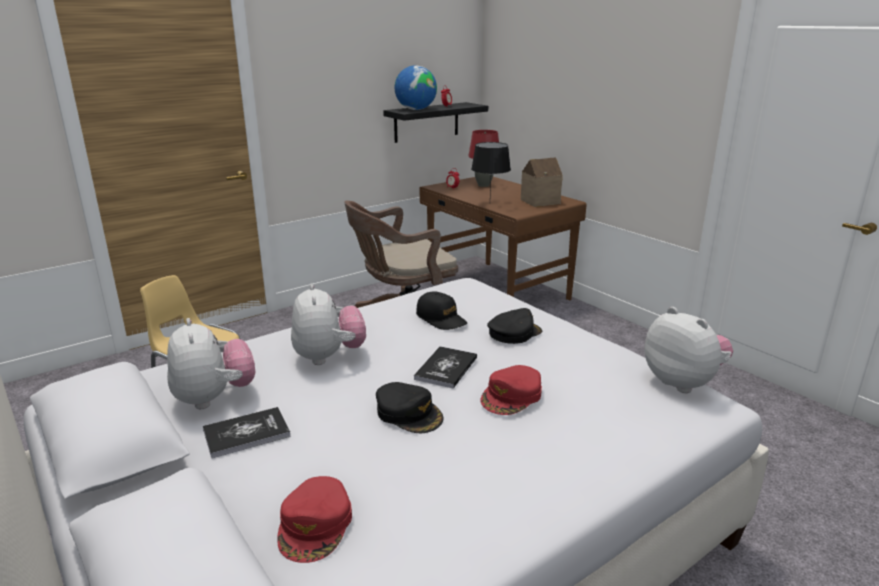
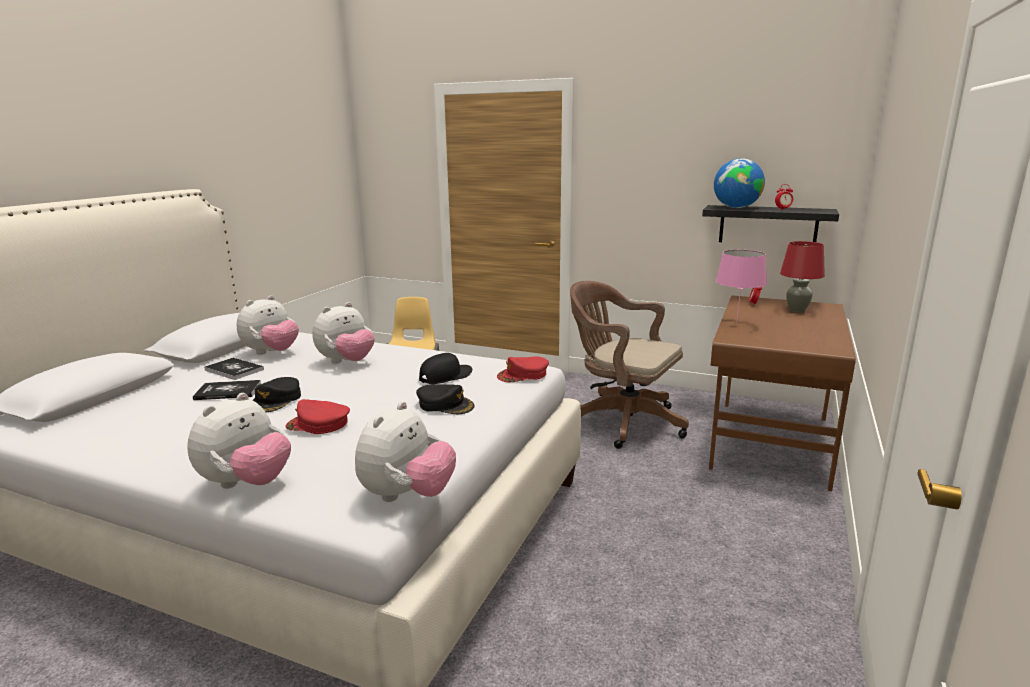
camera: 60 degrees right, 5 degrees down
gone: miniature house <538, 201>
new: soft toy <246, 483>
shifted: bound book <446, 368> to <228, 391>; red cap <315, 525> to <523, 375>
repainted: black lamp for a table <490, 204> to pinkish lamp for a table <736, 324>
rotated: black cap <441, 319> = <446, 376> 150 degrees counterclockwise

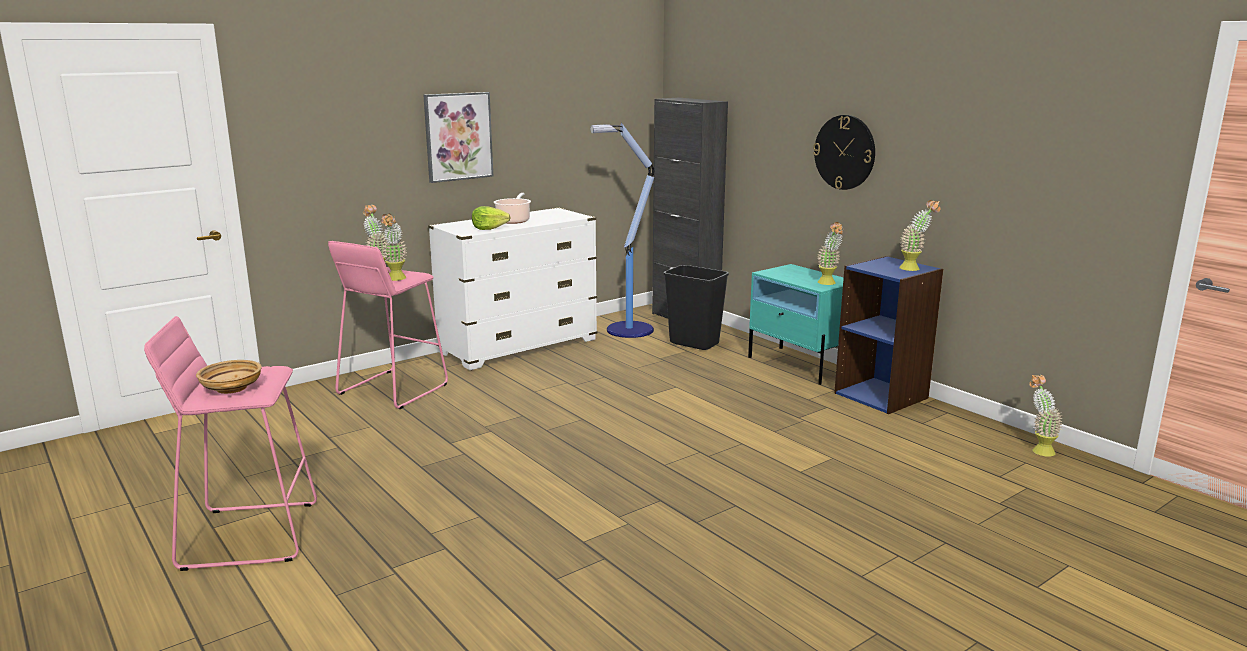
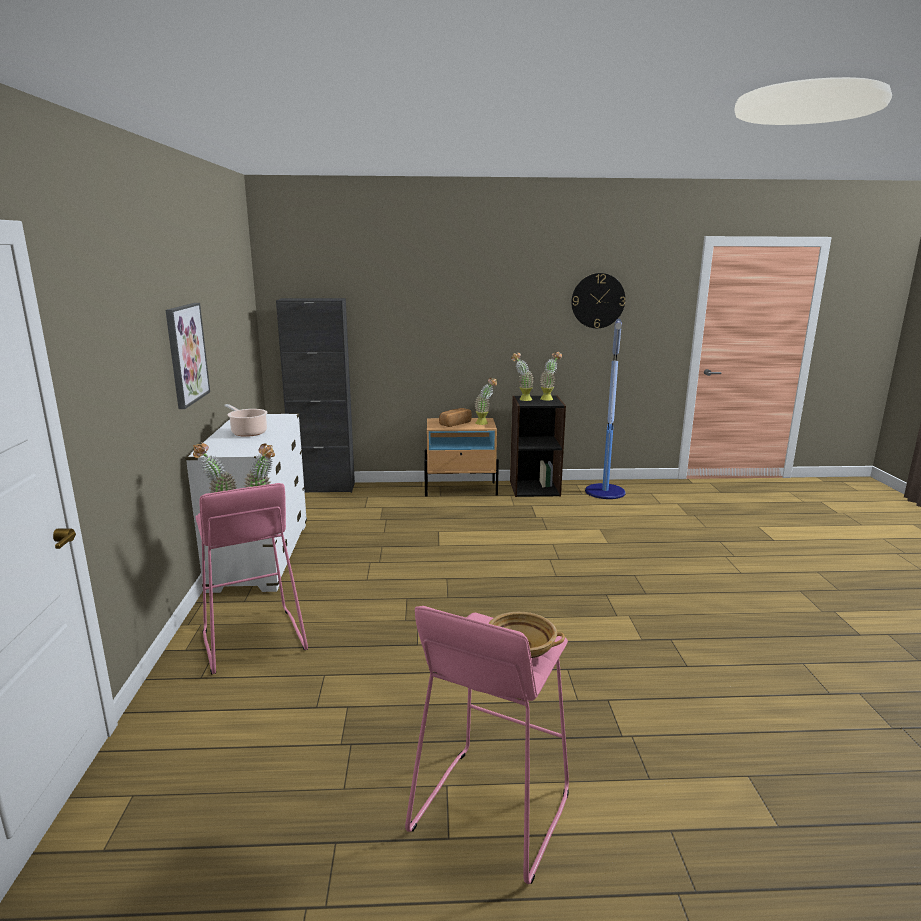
camera: 55 degrees left, 0 degrees up
gone: lettuce head <489, 228>; black waste bin <695, 343>
new: bakery bread <454, 424>
shifted: clock on the wall <844, 152> to <598, 300>; standard lamp <628, 330> to <605, 492>; potted plant <1038, 450> to <522, 399>
repainted: blue-coloured shelving unit <881, 395> to black shelving unit <534, 488>; turquoise-coloured nightstand <799, 365> to beige nightstand <461, 489>

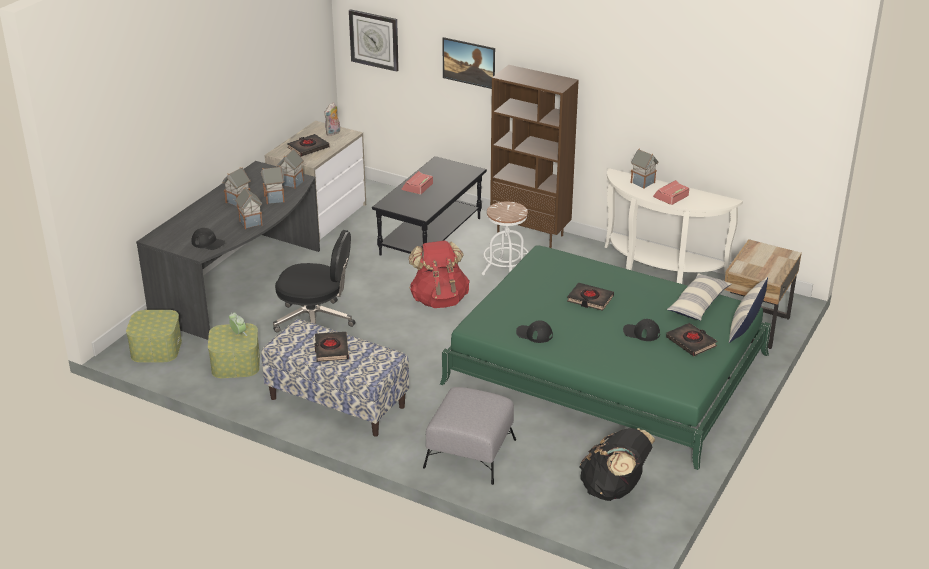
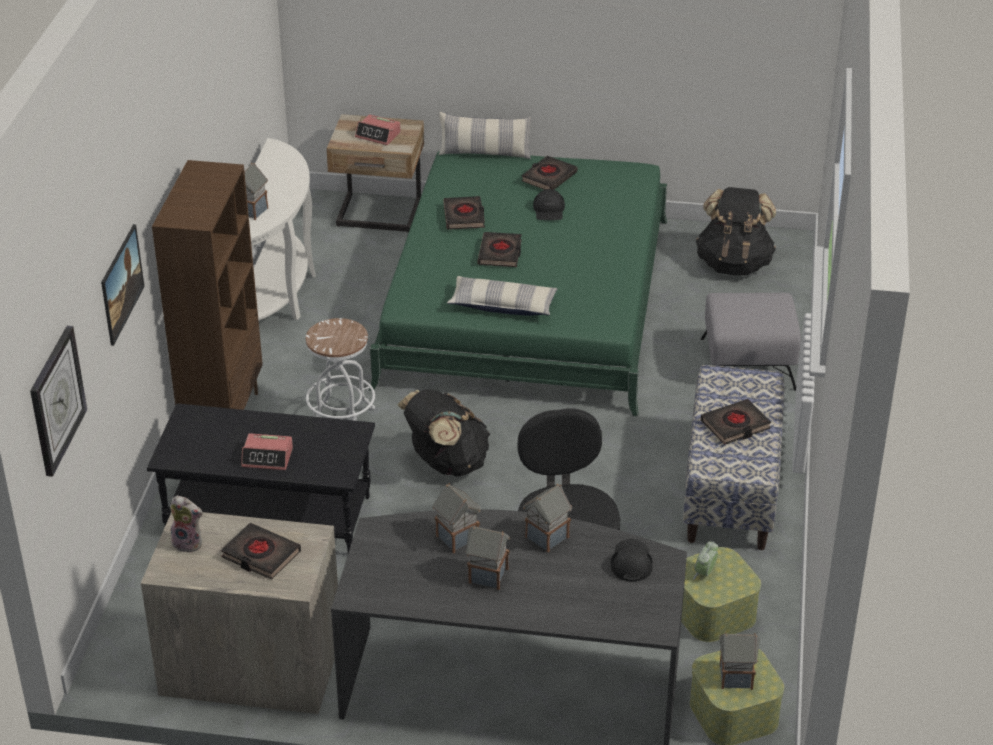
camera: 110 degrees left, 5 degrees up
gone: black cap <534, 334>
new: black bound book <464, 216>
shifted: miniature house <291, 183> to <734, 677>; table clock <670, 196> to <378, 135>; throw pillow <698, 304> to <502, 305>
repainted: red rucksack <439, 299> to black rucksack <446, 463>

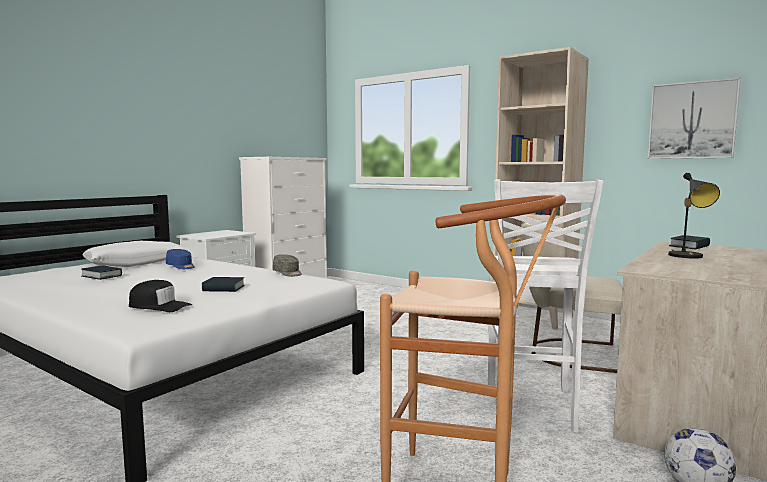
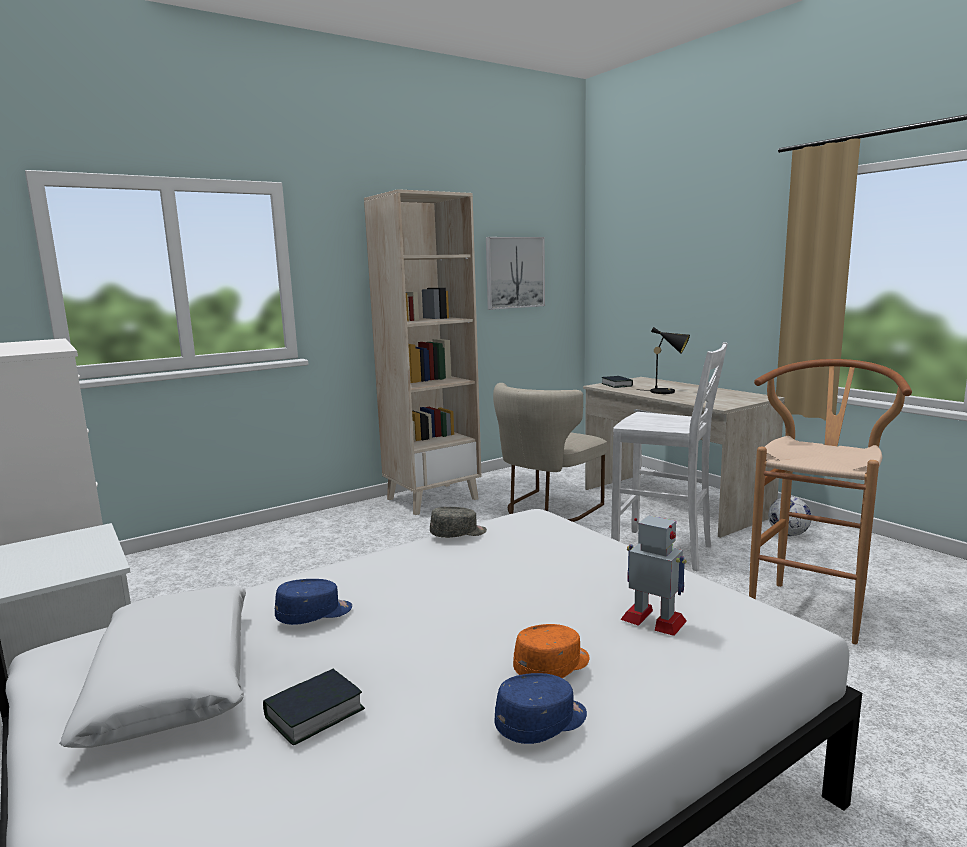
camera: 70 degrees left, 5 degrees up
gone: bound book <223, 288>
new: orangey cap <553, 667>; blue-coloured cap <542, 723>
swapped: black cap <159, 306> to robot figure <654, 620>

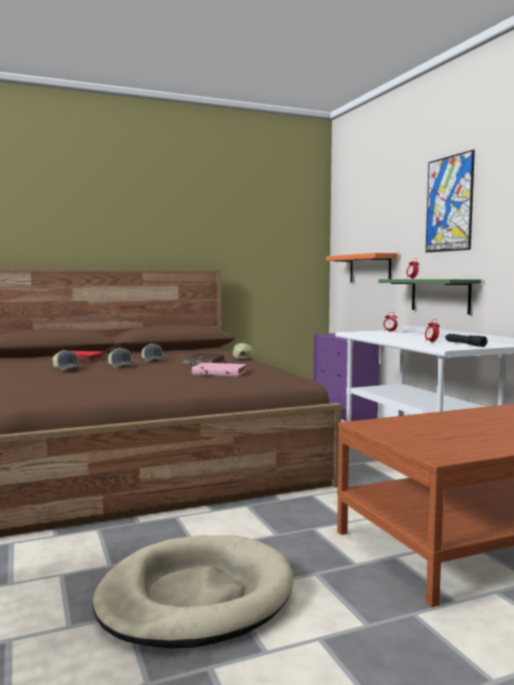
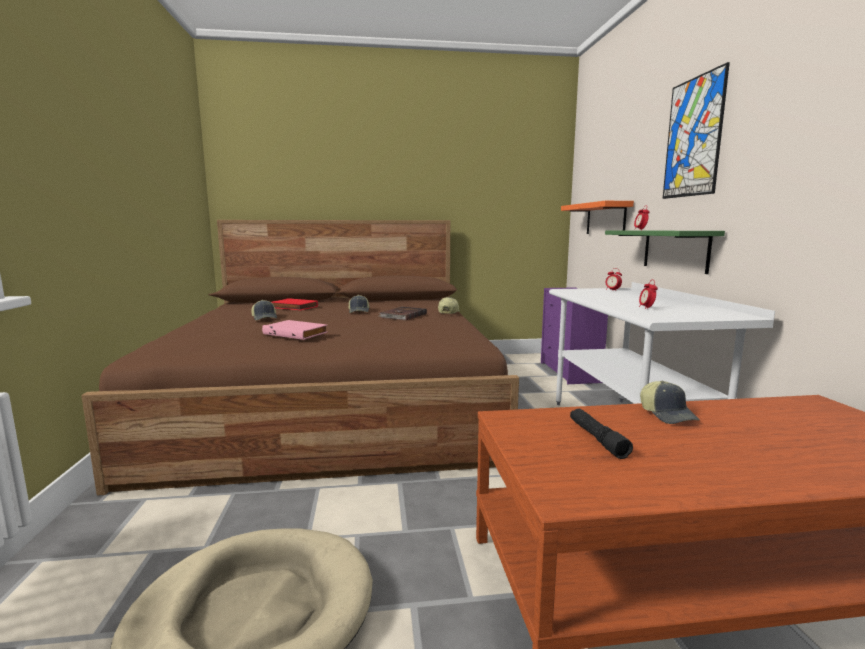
camera: 15 degrees right, 5 degrees up
shifted: black torch <465, 344> to <597, 439>; cap <121, 366> to <668, 414>; pinkish bound book <220, 372> to <296, 333>

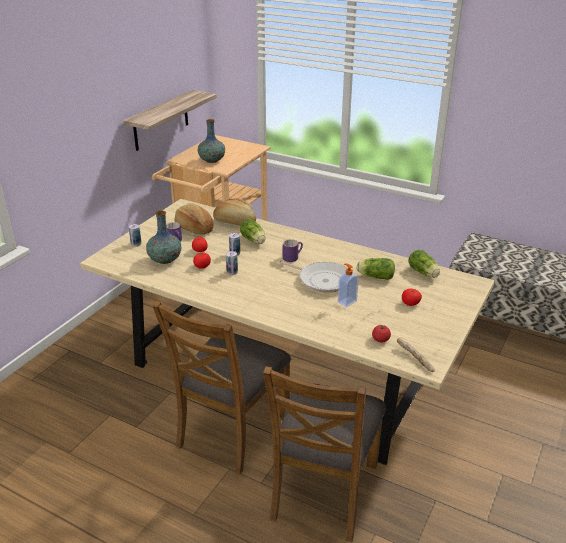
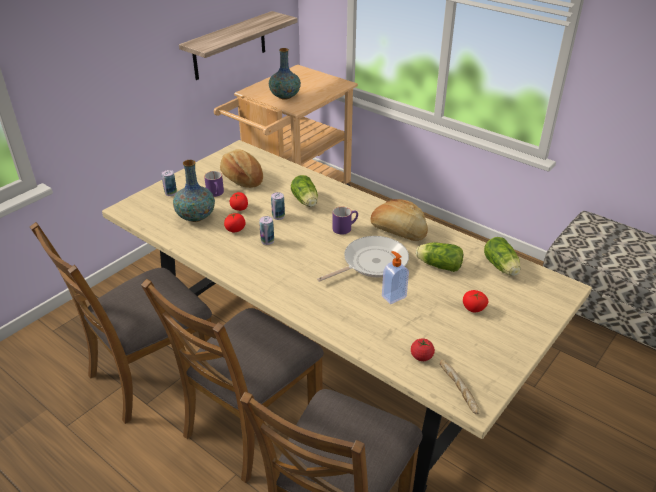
camera: 10 degrees right, 5 degrees up
new: brown-coloured upright chair <151, 373>
shifted: bakery bread <235, 222> to <398, 231>
rotated: pan <322, 280> = <371, 263> 75 degrees counterclockwise

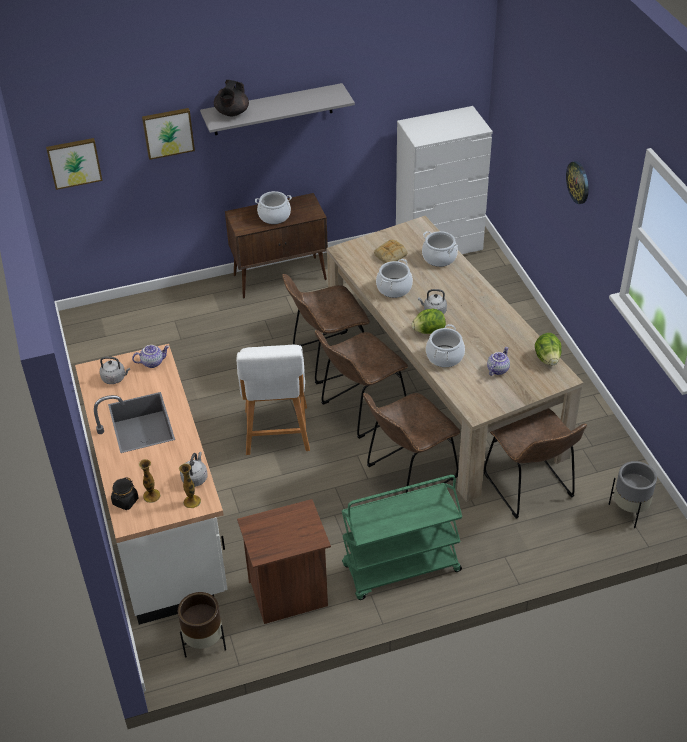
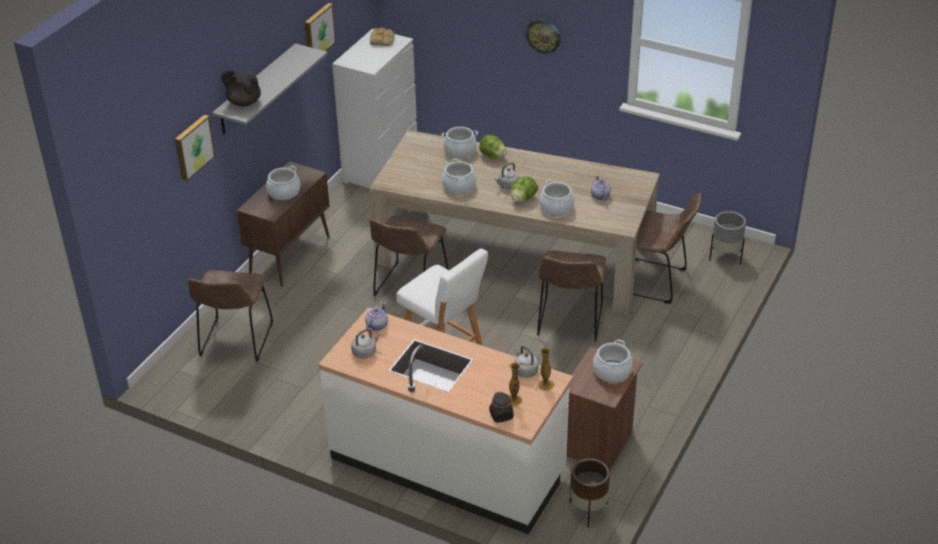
camera: 45 degrees left, 5 degrees down
gone: green-coloured trolley <400, 569>
new: stockpot <612, 371>
shifted: picture <74, 162> to <318, 31>; bakery bread <390, 255> to <382, 40>; brown-coloured upright chair <360, 410> to <235, 342>; lettuce head <547, 359> to <492, 156>
rotated: black teapot <232, 113> = <243, 102> 135 degrees clockwise

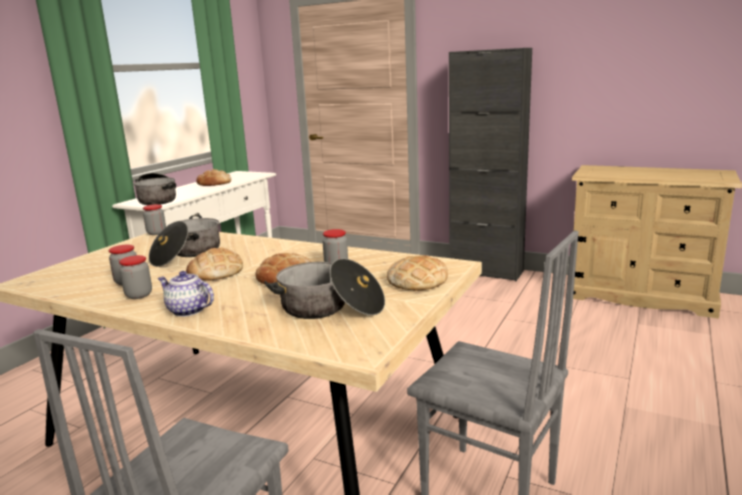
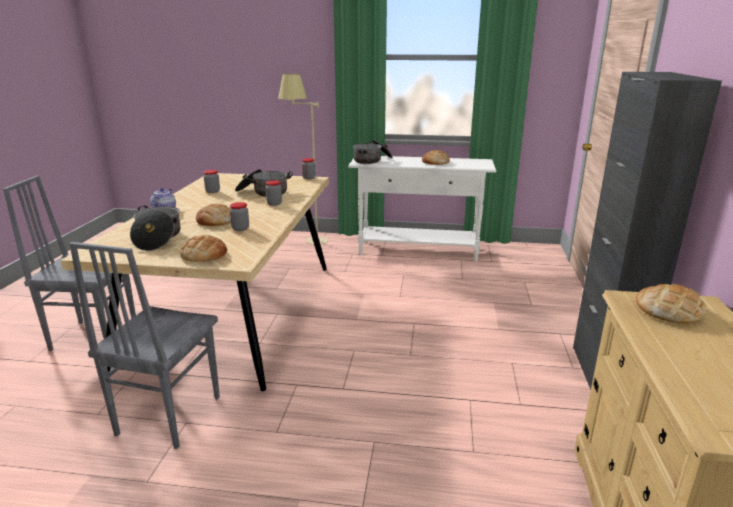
camera: 70 degrees right, 5 degrees up
new: beige standard lamp <308, 243>
shifted: bakery bread <215, 272> to <668, 310>; storage jar <139, 295> to <274, 203>

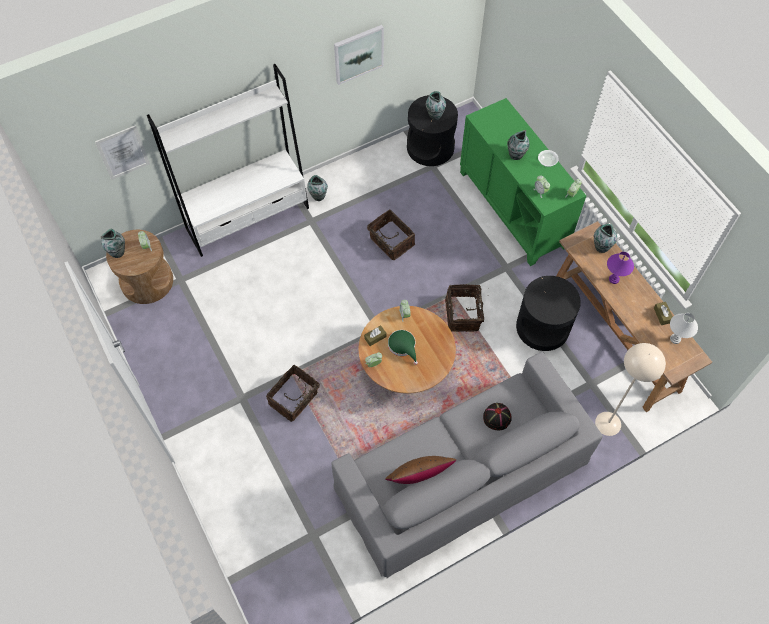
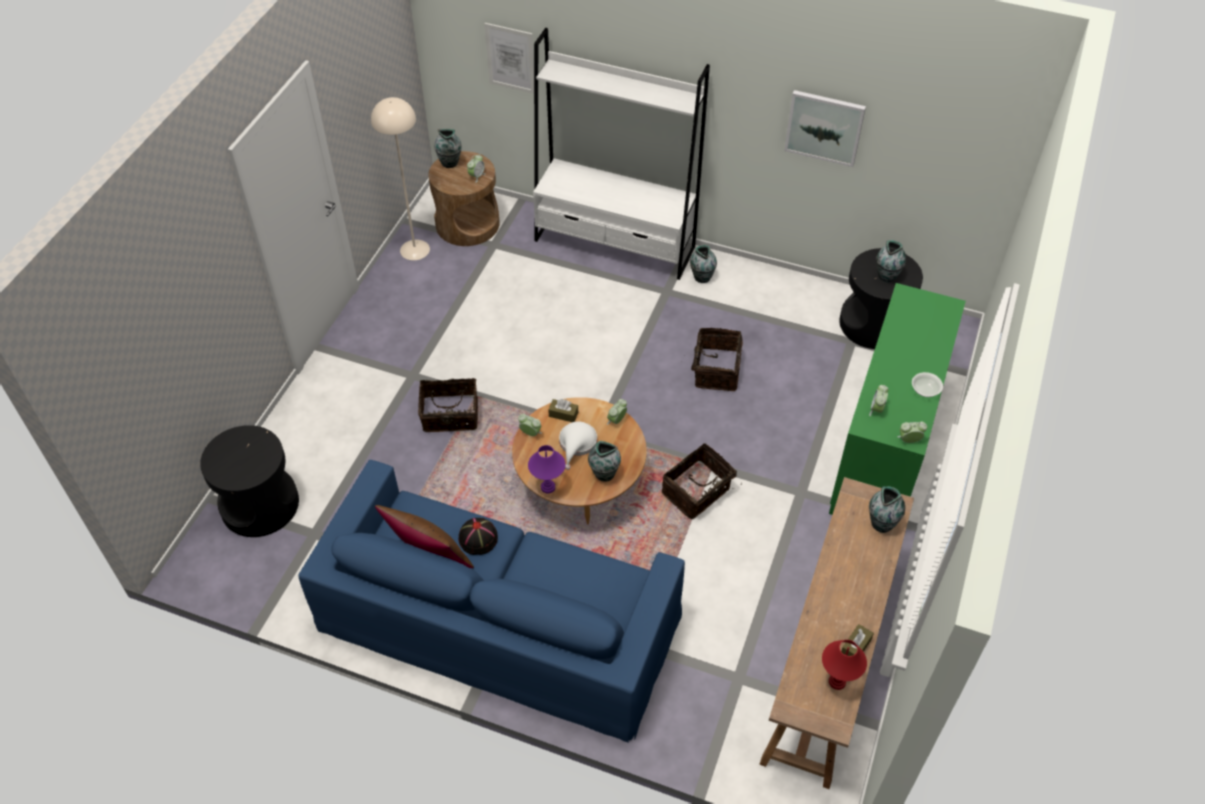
camera: 50 degrees right, 10 degrees down
shifted: vase <515, 155> to <604, 473>; purple lamp for a table <614, 279> to <548, 487>; black accent table <542, 327> to <259, 504>; beige standard lamp <608, 424> to <414, 250>; black wearable hat <497, 417> to <478, 538>
repainted: whitish lamp for a table <675, 339> to red lamp for a table <836, 681>; green-coloured wearable hat <403, 346> to whitish wearable hat <577, 444>; greyish settee <462, 474> to blue-coloured settee <498, 621>

